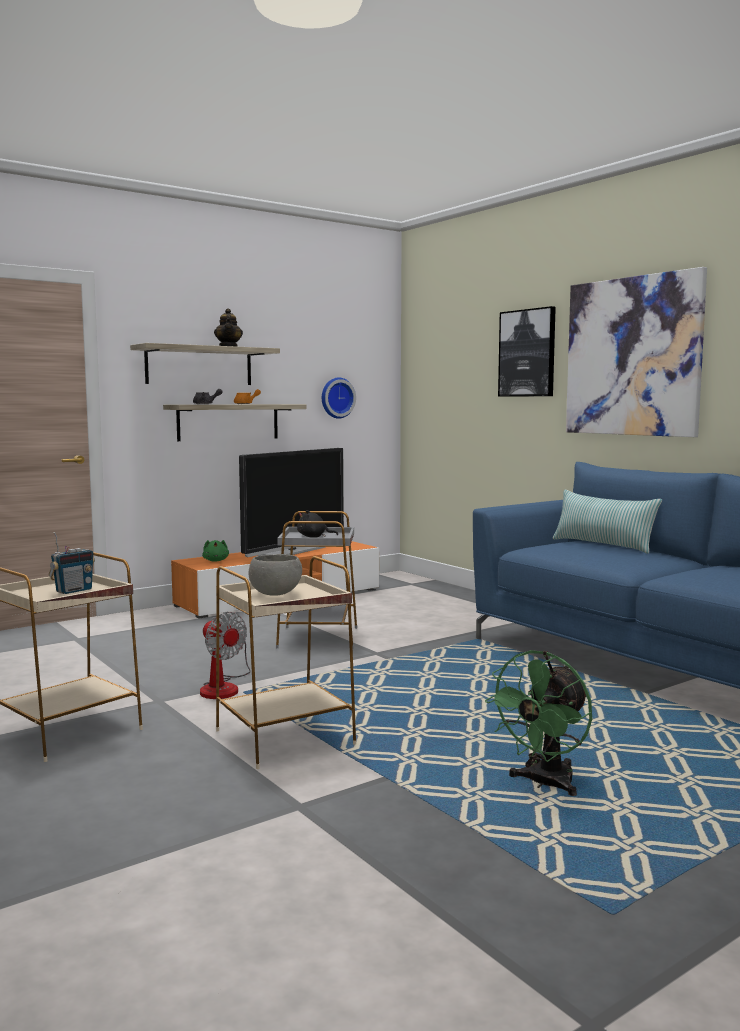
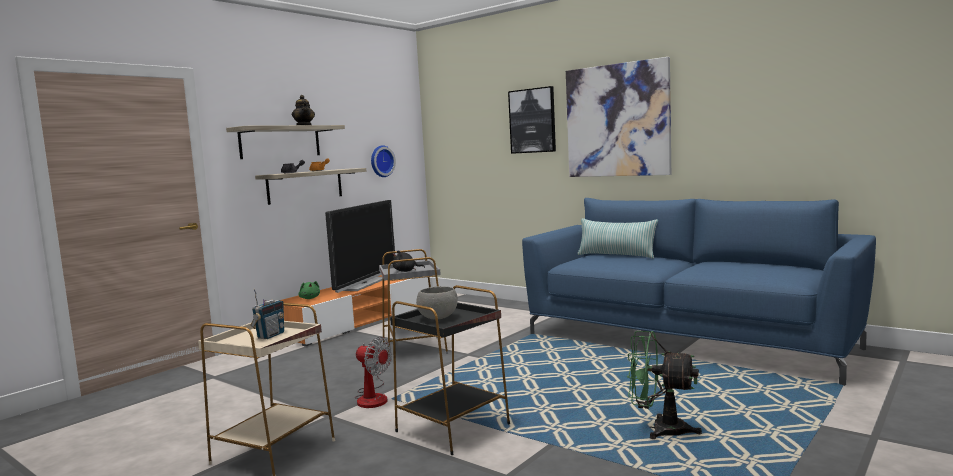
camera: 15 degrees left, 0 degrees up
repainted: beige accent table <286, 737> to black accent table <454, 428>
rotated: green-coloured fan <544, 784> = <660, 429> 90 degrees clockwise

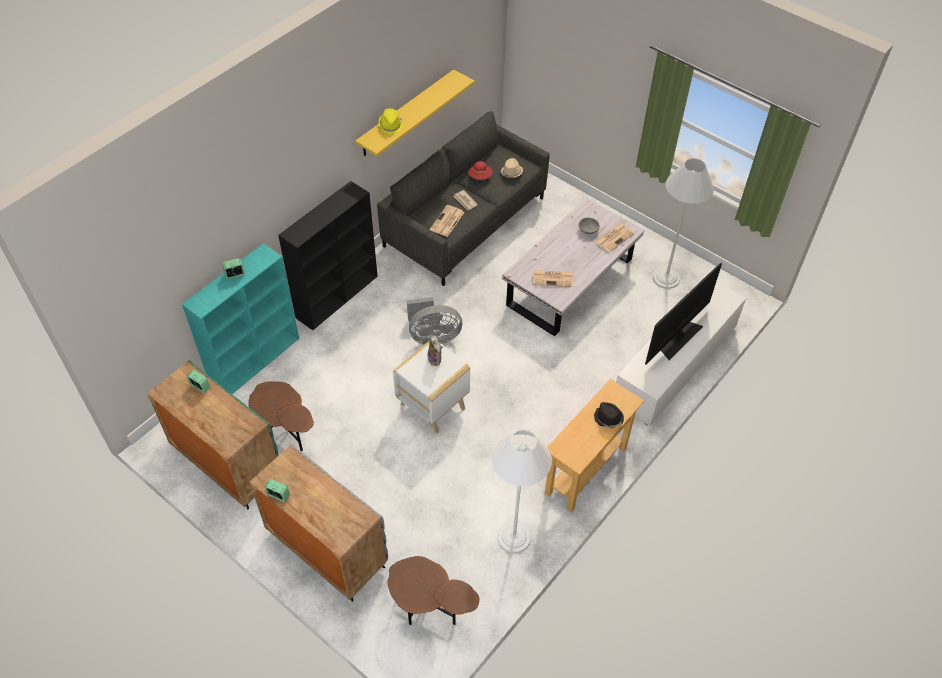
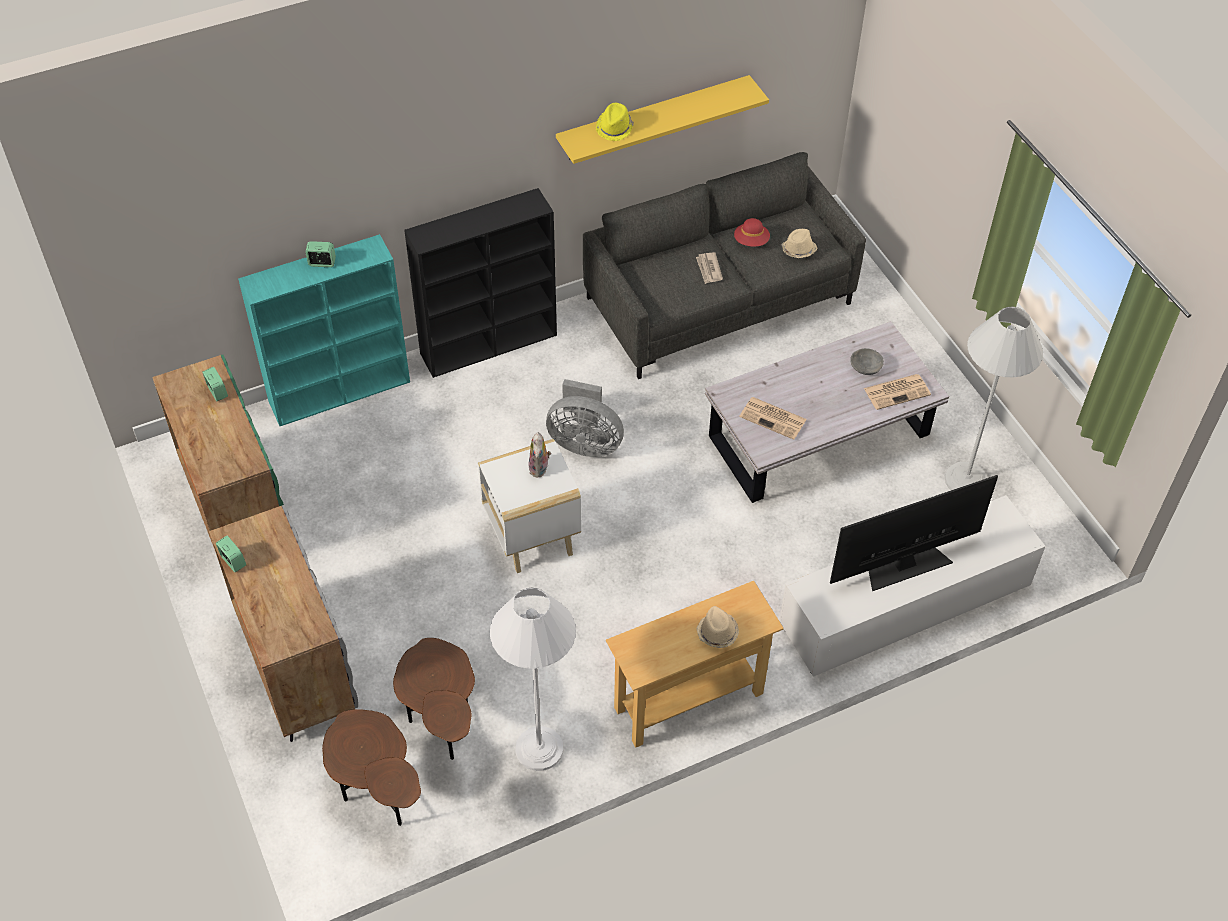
camera: 25 degrees right, 0 degrees up
gone: printed paper <447, 221>
shifted: brown-coloured accent table <286, 434> to <442, 724>
repainted: black wearable hat <608, 418> to beige wearable hat <717, 633>

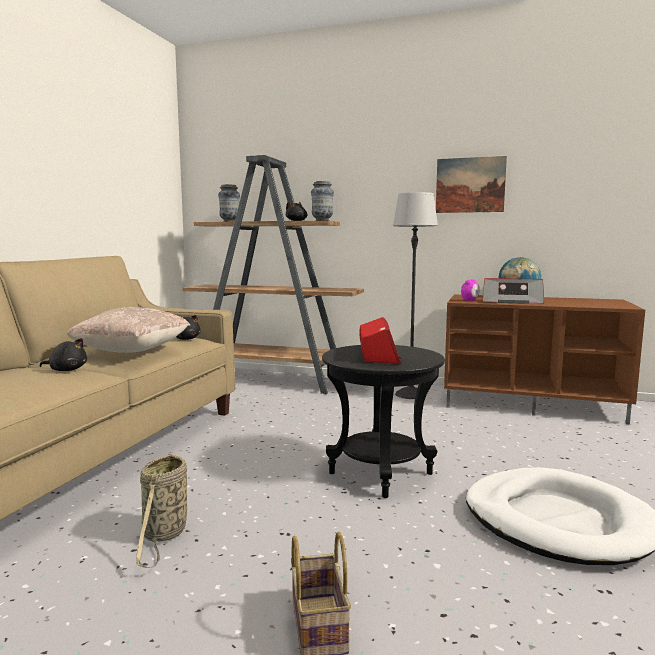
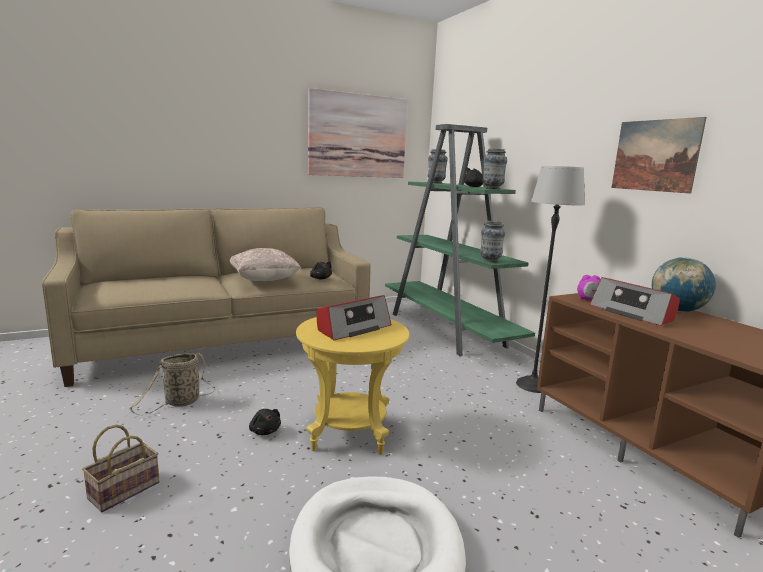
camera: 45 degrees right, 5 degrees up
new: picture <358, 136>; vase <490, 260>
shifted: black soft toy <67, 370> to <264, 431>
repainted: brown-coloured shelving unit <273, 380> to green-coloured shelving unit <447, 330>; black accent table <380, 473> to yellowish accent table <350, 433>

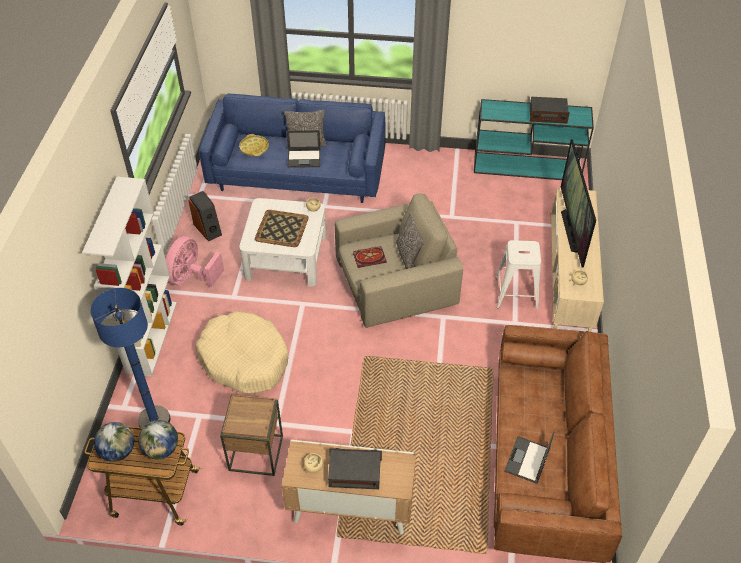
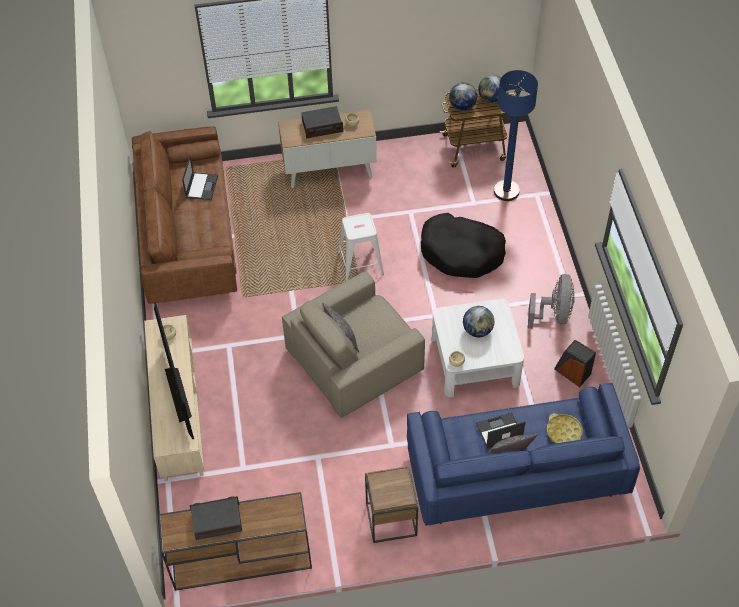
camera: 165 degrees right, 5 degrees up
gone: whitish shelving unit <151, 336>; bound book <370, 257>
shifted: whitish stool <516, 293> to <360, 263>; brown-coloured accent table <256, 453> to <391, 519>
swapped: carrying tray <281, 229> to globe <477, 330>
repainted: turquoise-coloured console table <528, 166> to brown-coloured console table <240, 561>; pinkish fan <192, 278> to greyish fan <554, 314>; beige dog bed <244, 359> to black dog bed <461, 252>

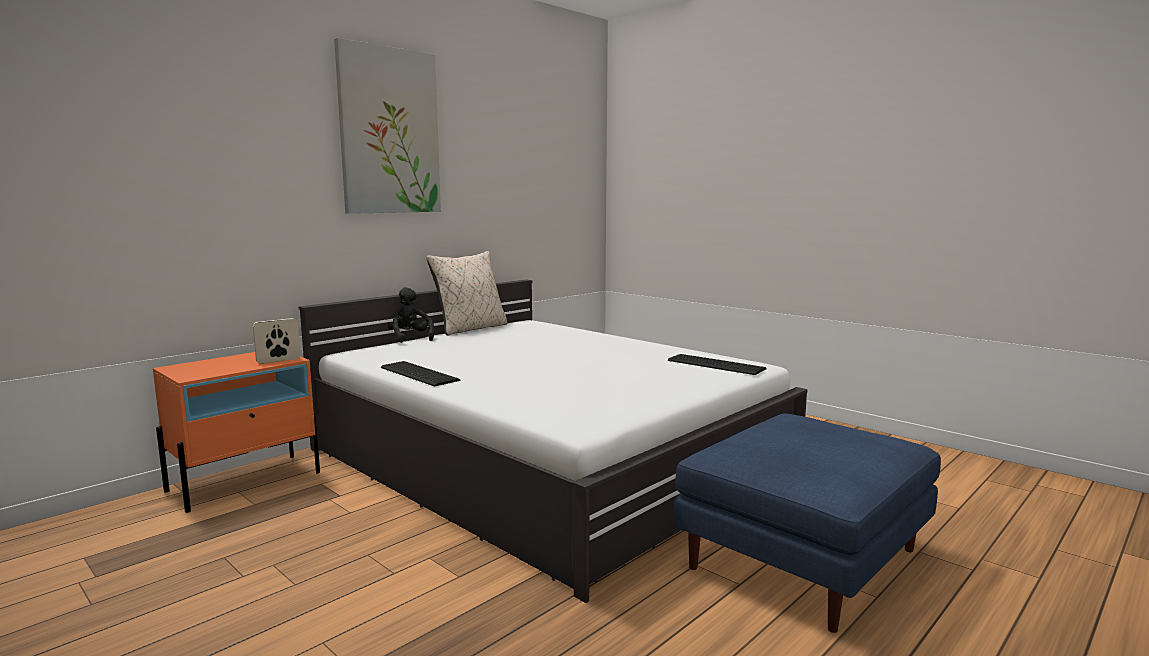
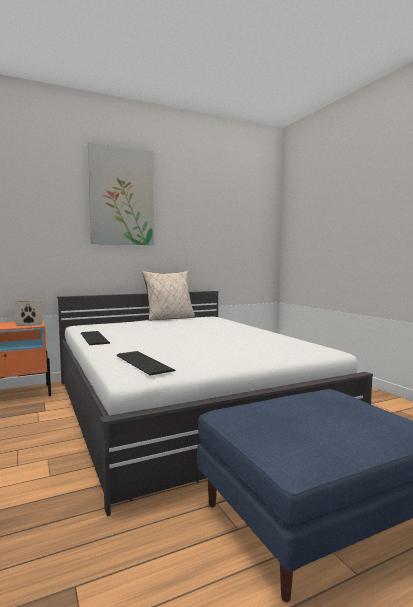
camera: 20 degrees right, 5 degrees down
gone: black soft toy <409, 338>
shifted: computer keyboard <715, 364> to <144, 362>

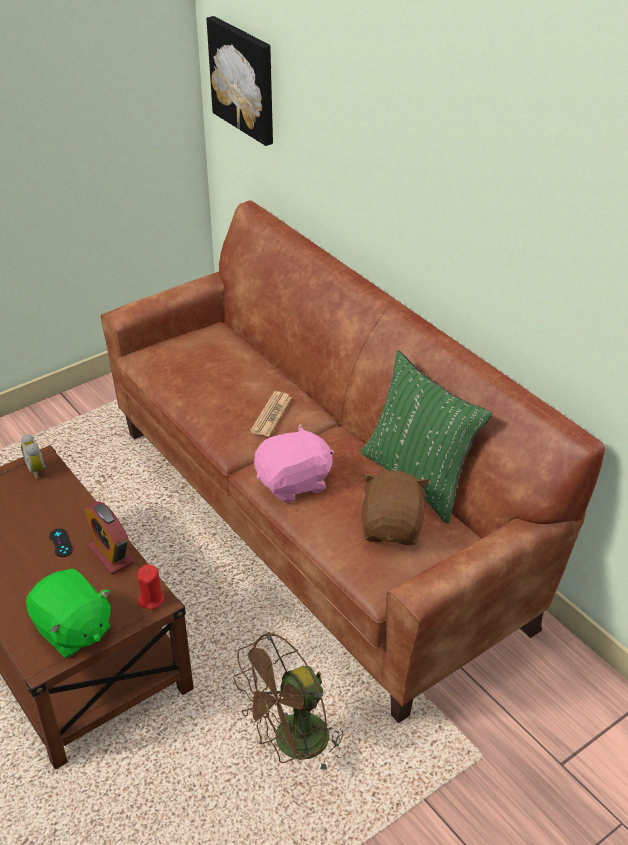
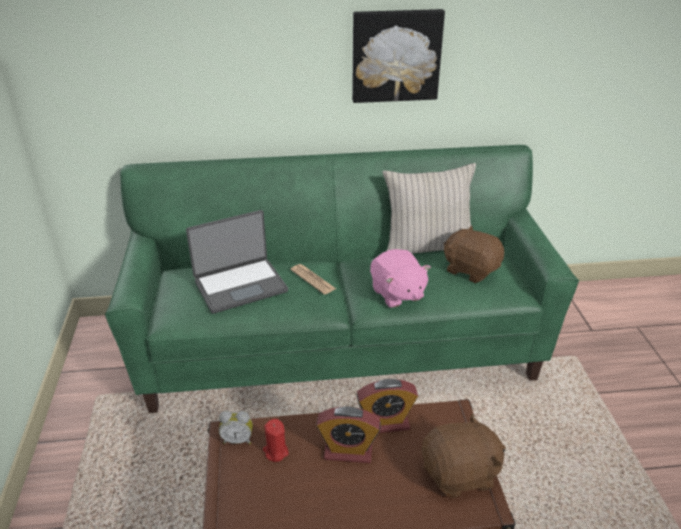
camera: 60 degrees left, 5 degrees down
gone: brown-coloured fan <292, 746>
new: notebook computer <240, 285>
shifted: picture <244, 79> to <395, 55>; red wax candle <151, 599> to <275, 452>
swapped: black gamepad <61, 543> to table clock <348, 451>
repainted: brown-coloured settee <315, 522> to green-coloured settee <339, 348>; green-coloured throw pillow <418, 478> to beige throw pillow <427, 247>; green-coloured soft toy <73, 630> to brown-coloured soft toy <460, 474>
rotated: pinkish soft toy <294, 483> = <397, 294> 150 degrees clockwise

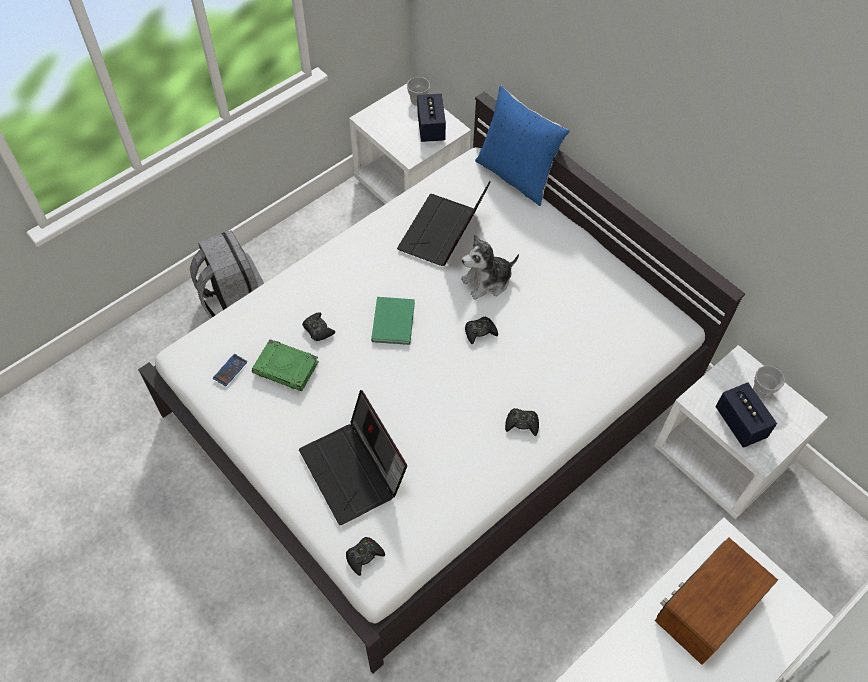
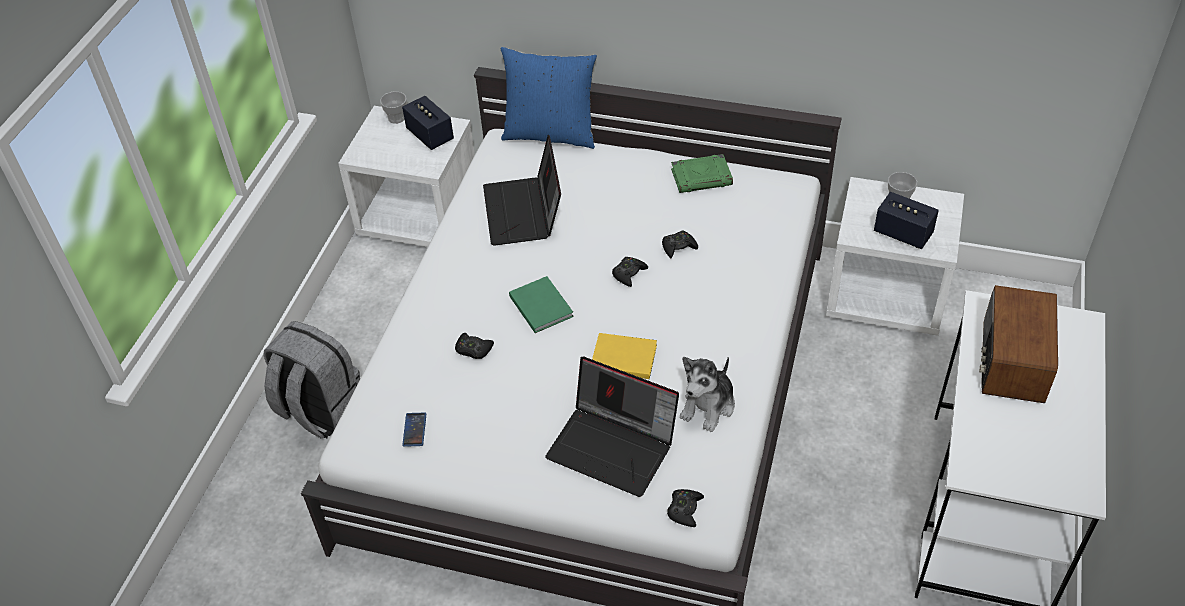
camera: 30 degrees left, 10 degrees down
new: yellowish bound book <622, 357>
shifted: soft toy <487, 281> to <708, 406>; green-coloured bound book <286, 368> to <702, 177>; black gamepad <522, 424> to <678, 247>

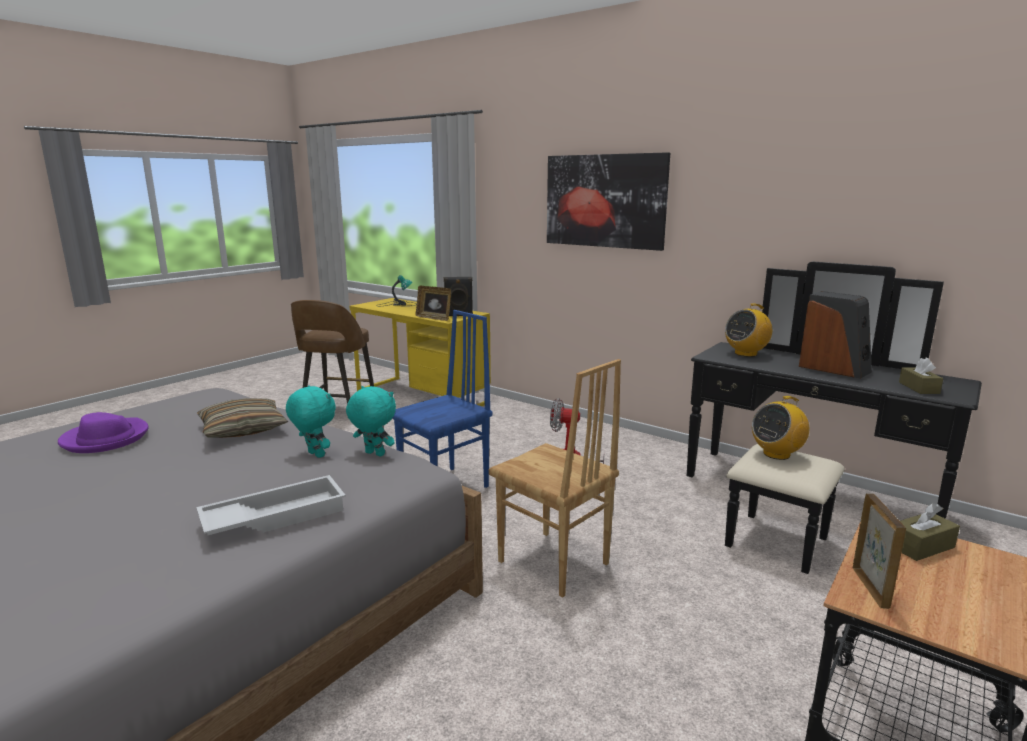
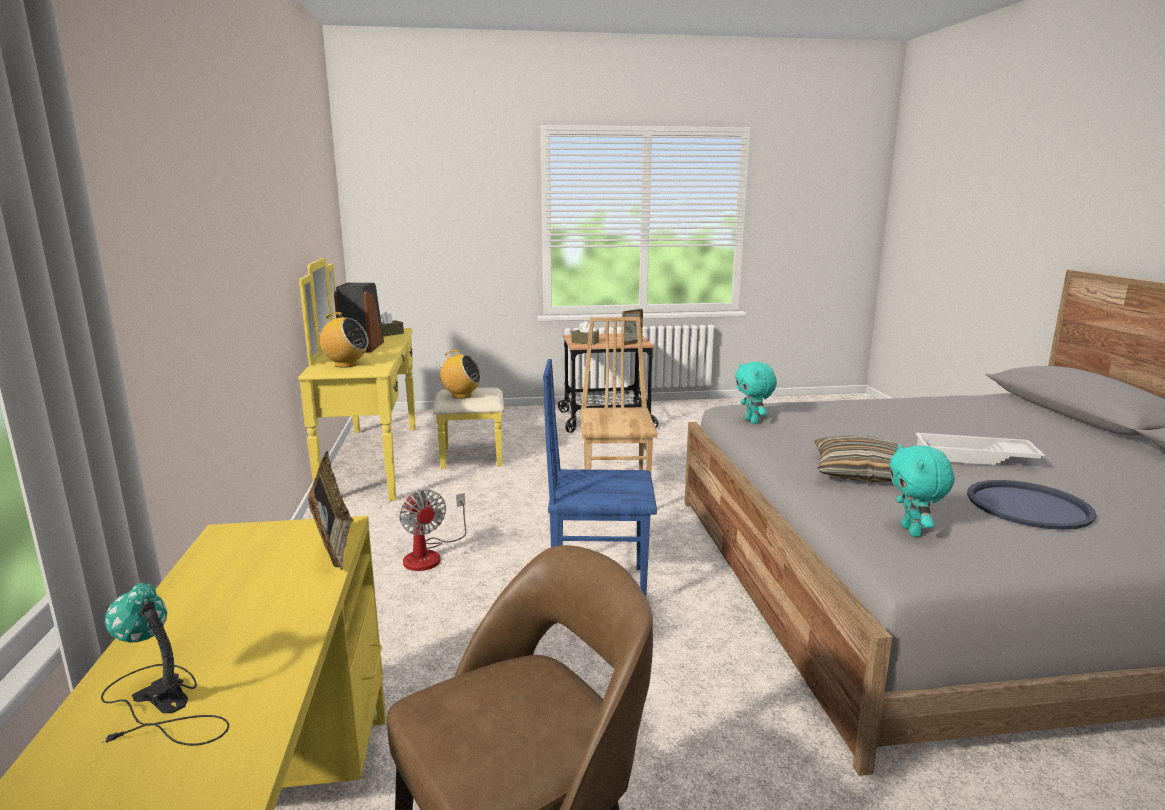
camera: 135 degrees left, 0 degrees up
gone: picture <605, 201>; black audio speaker <459, 316>
shifted: turquoise-coloured soft toy <314, 455> to <912, 531>; whitish carrying tray <275, 515> to <974, 457>
swapped: purple wearable hat <105, 439> to blue-coloured carrying tray <1028, 506>
repainted: black drawer chest <802, 503> to yellowish drawer chest <396, 460>

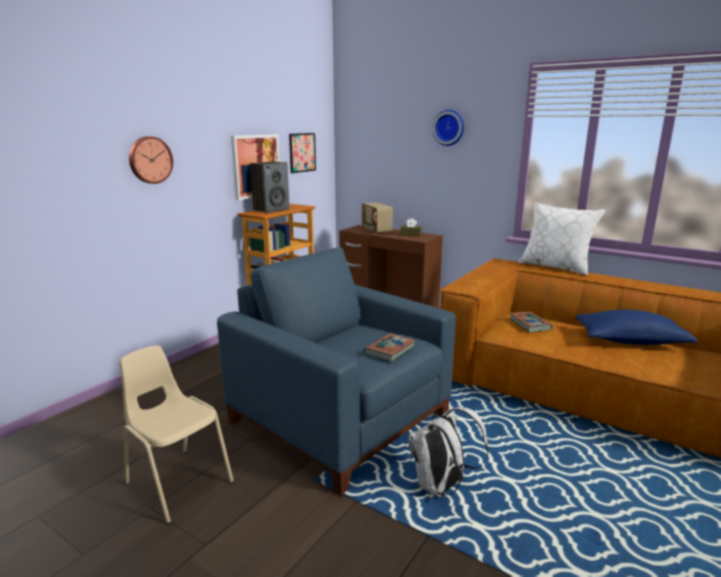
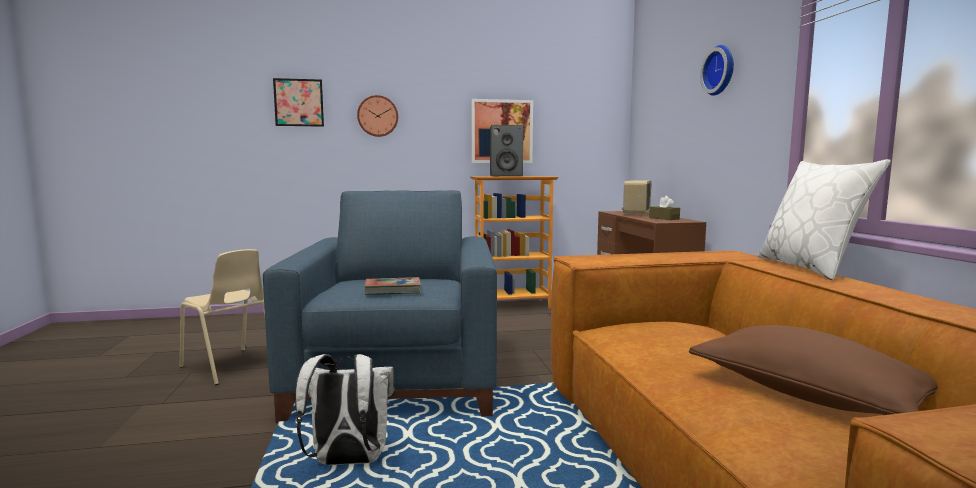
camera: 45 degrees right, 10 degrees down
gone: bound book <530, 324>
shifted: picture <302, 152> to <299, 102>
repainted: blue-coloured throw pillow <630, 341> to brown-coloured throw pillow <806, 395>
rotated: beige upright chair <178, 482> = <229, 367> 135 degrees clockwise

